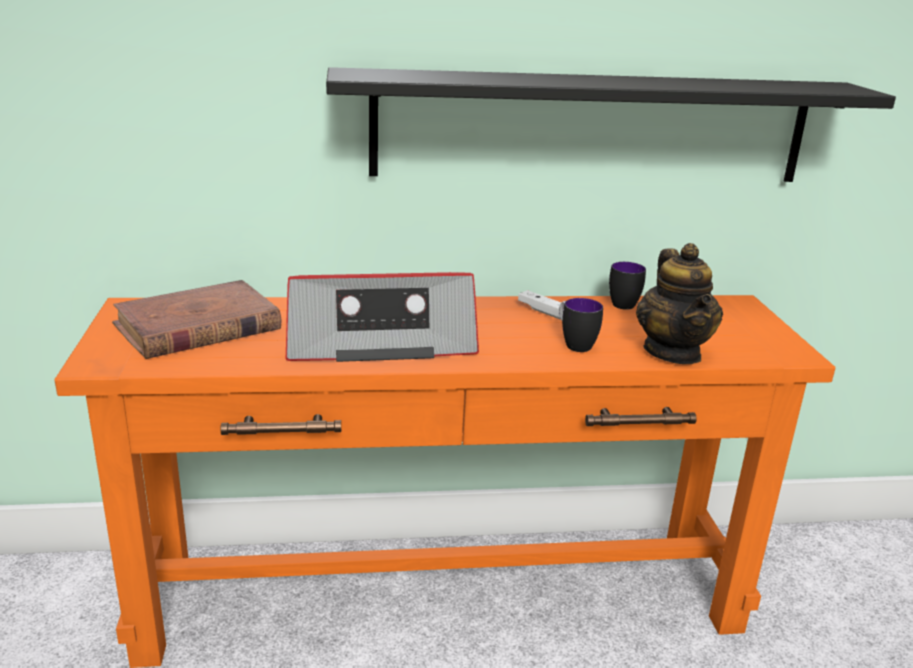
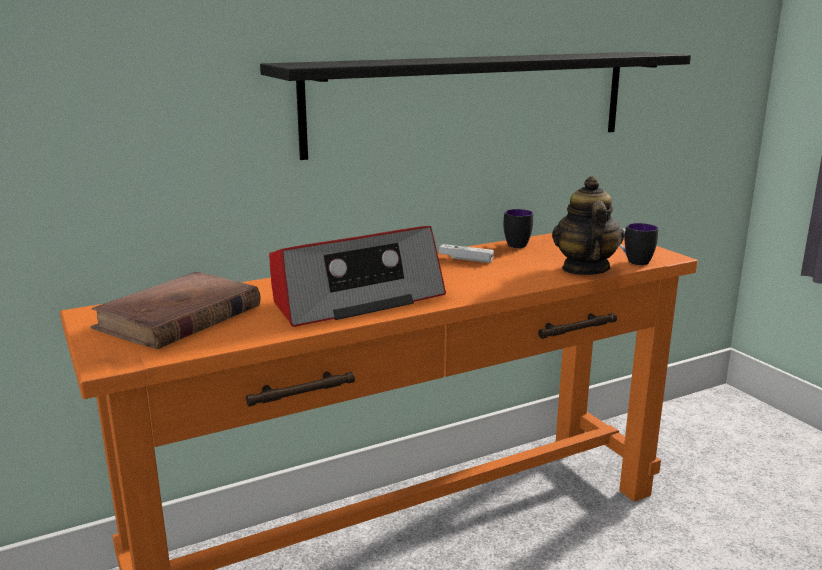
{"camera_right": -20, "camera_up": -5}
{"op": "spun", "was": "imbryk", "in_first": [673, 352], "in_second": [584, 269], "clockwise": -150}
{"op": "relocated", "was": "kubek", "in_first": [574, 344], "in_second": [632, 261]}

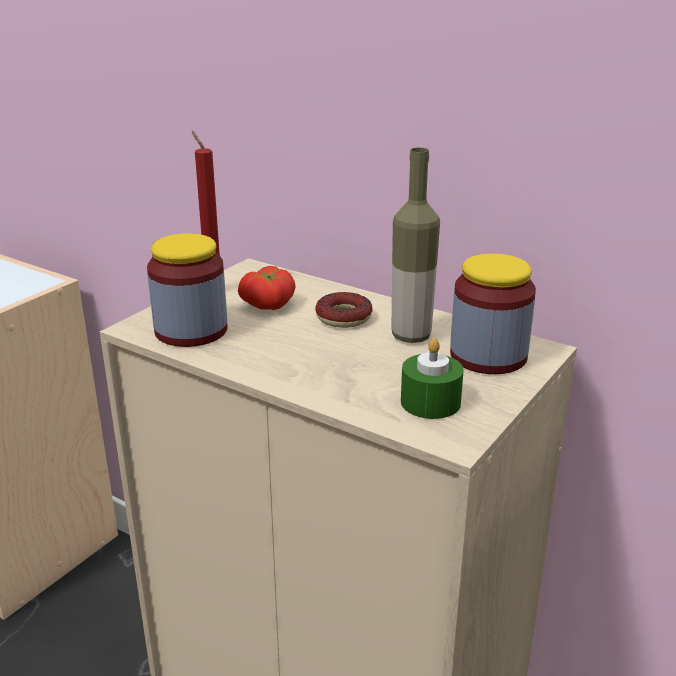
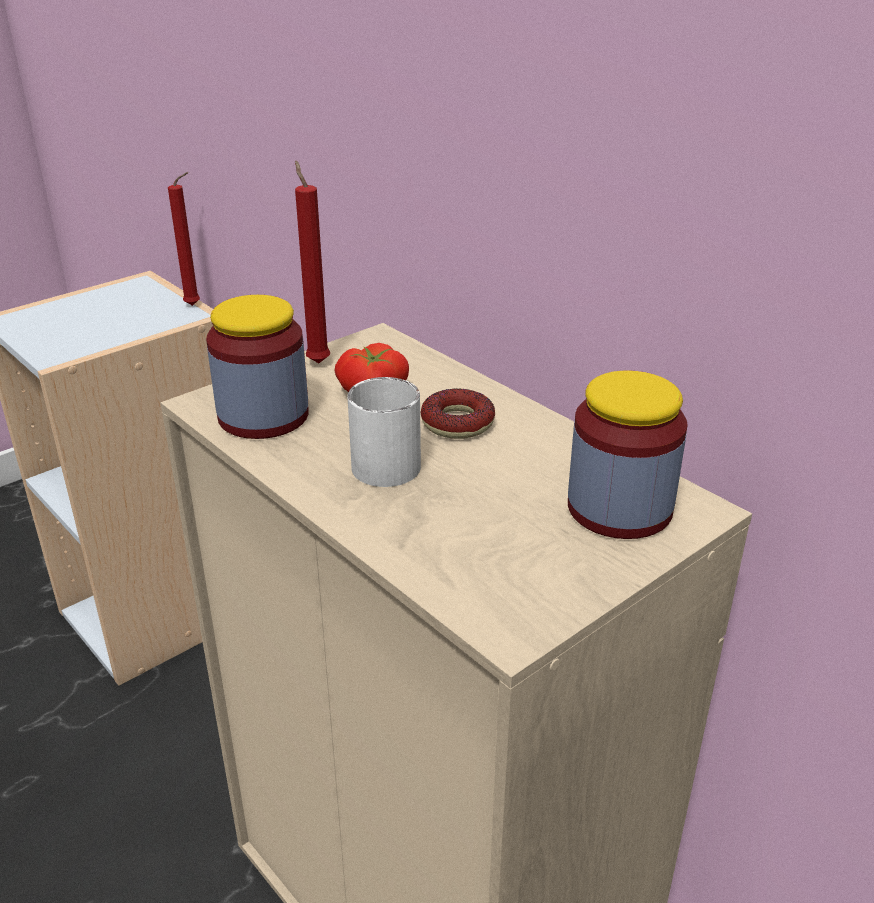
{"camera_right": 15, "camera_up": 5}
{"op": "missing", "was": "butelka", "in_first": [411, 336]}
{"op": "missing", "was": "świeca/zielony", "in_first": [430, 402]}
{"op": "appeared", "now": "świeca/czerwony", "in_second": [195, 305]}
{"op": "appeared", "now": "kubek/biały", "in_second": [381, 459]}

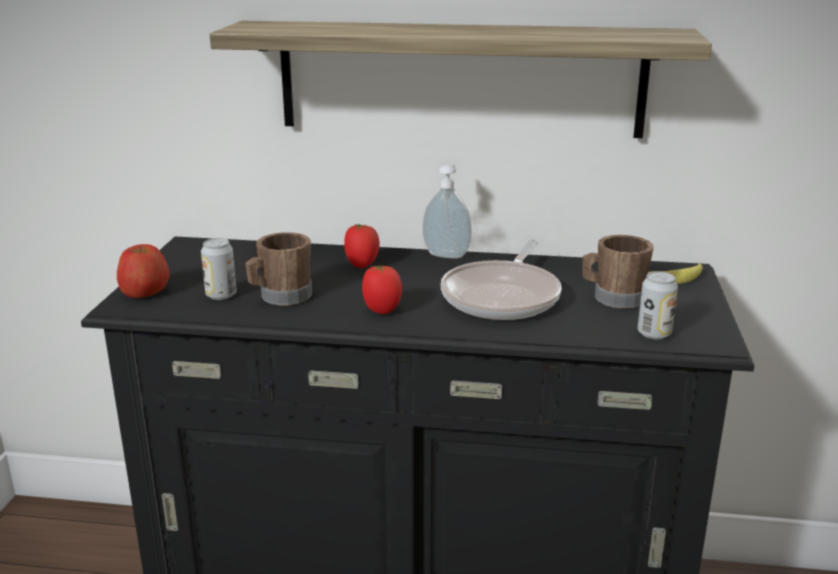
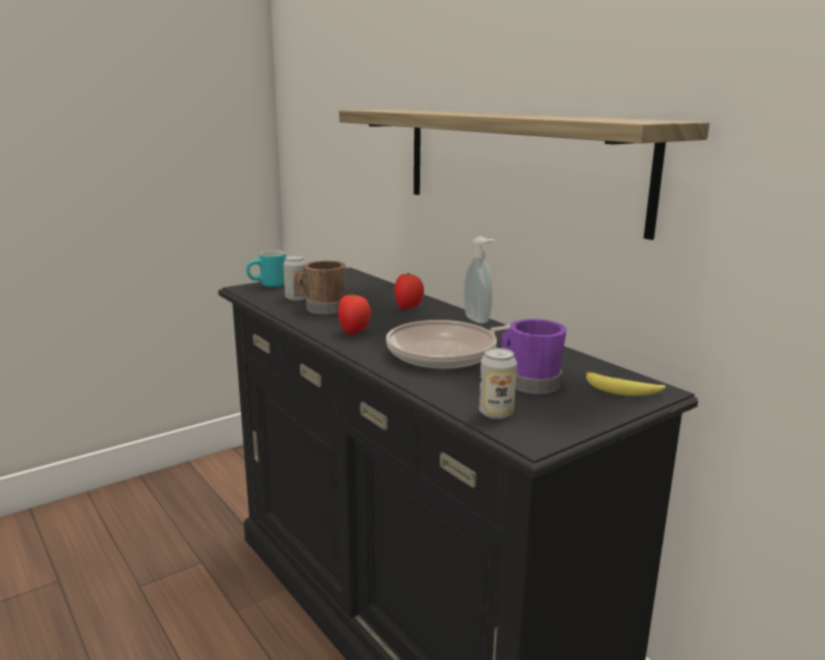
{"camera_right": 45, "camera_up": -5}
{"op": "colour", "was": "kubek/brązowy", "now": "kubek/fioletowy", "in_first": [613, 298], "in_second": [528, 382]}
{"op": "exchanged", "was": "jabłko", "now": "kubek/turkusowy", "in_first": [145, 292], "in_second": [268, 286]}

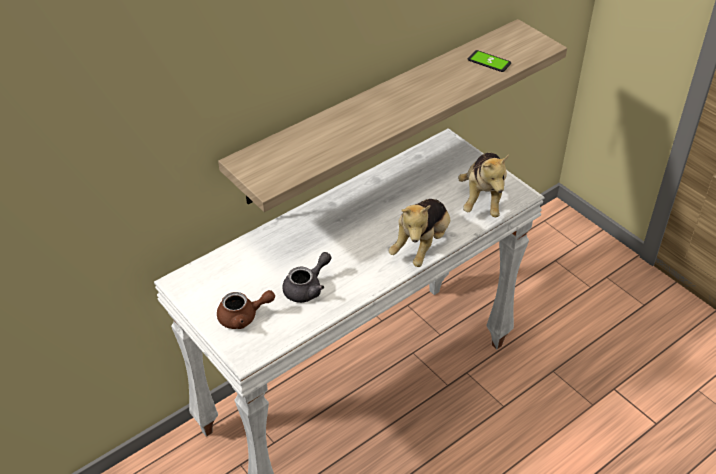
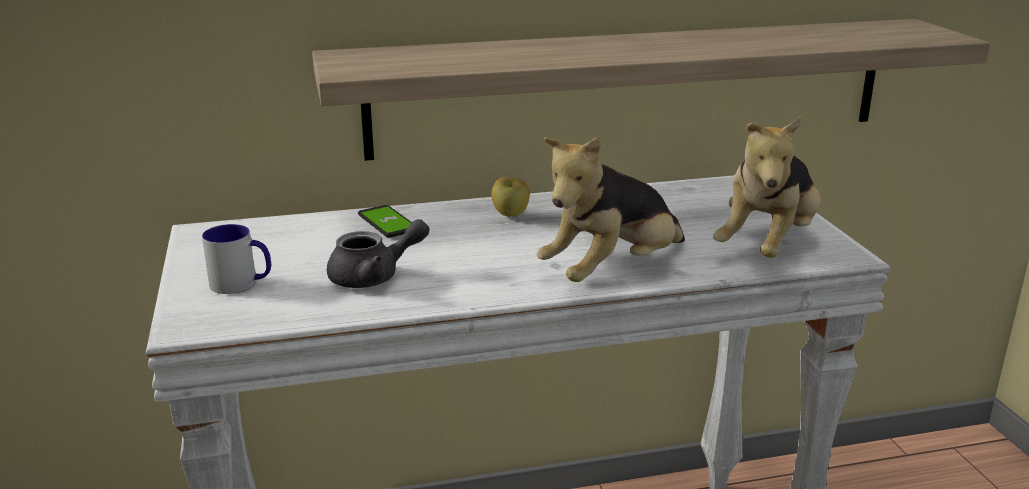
{"camera_right": 25, "camera_up": -20}
{"op": "relocated", "was": "telefon", "in_first": [489, 62], "in_second": [387, 223]}
{"op": "exchanged", "was": "imbryk/brązowy", "now": "kubek", "in_first": [243, 317], "in_second": [242, 284]}
{"op": "appeared", "now": "jabłko", "in_second": [510, 215]}

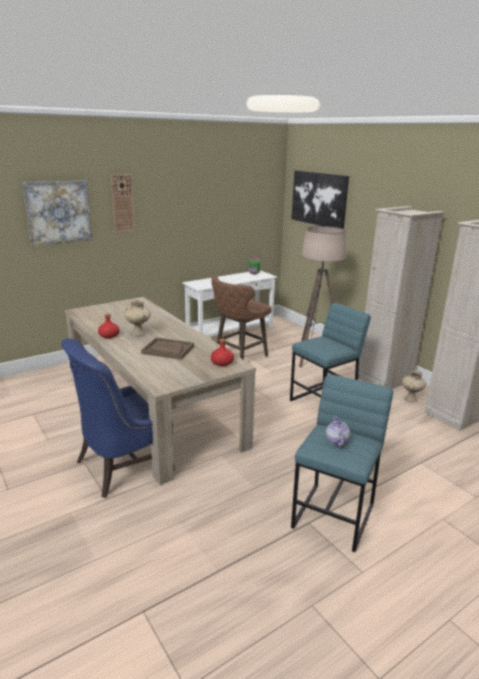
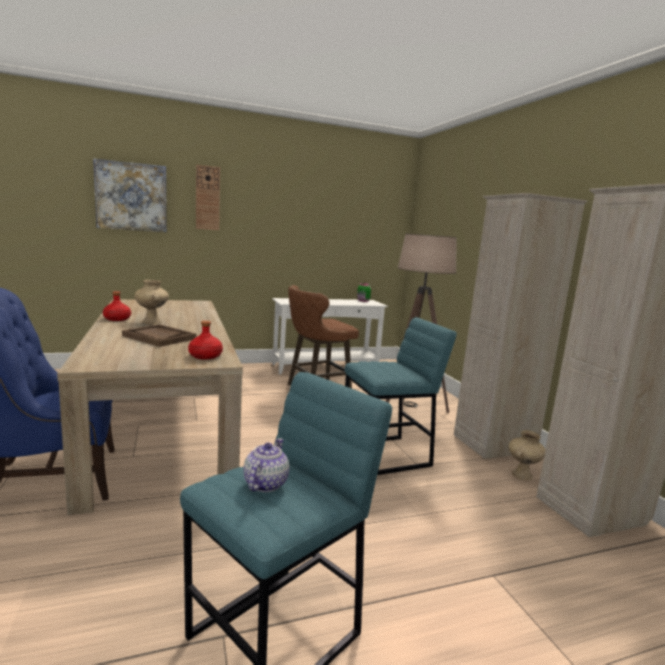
{"camera_right": 15, "camera_up": -10}
{"op": "missing", "was": "obraz", "in_first": [319, 199]}

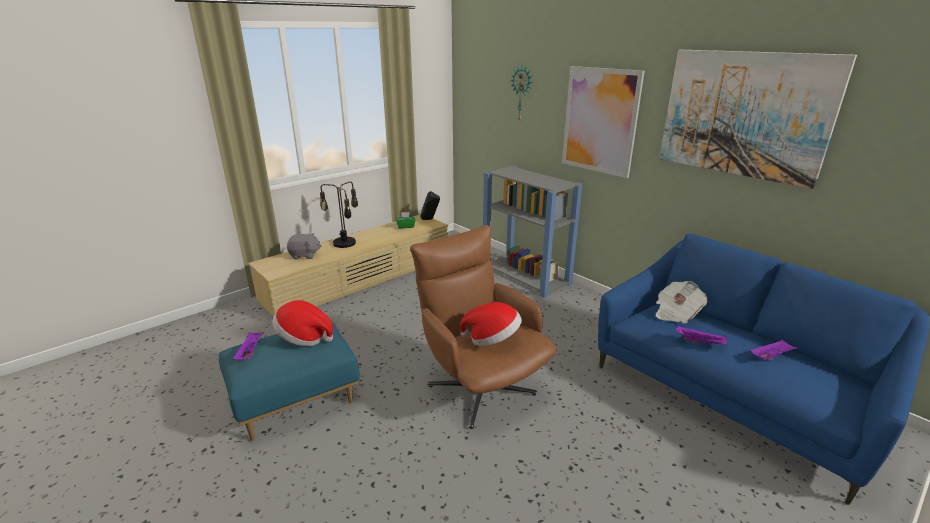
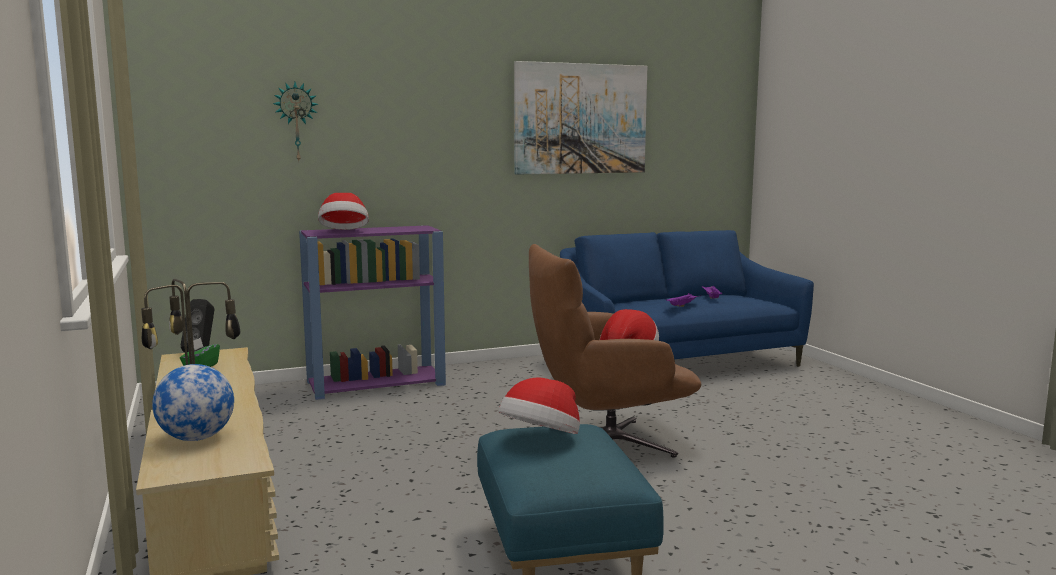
{"camera_right": -70, "camera_up": -15}
{"op": "missing", "was": "obraz", "in_first": [600, 121]}
{"op": "colour", "was": "regał/szary", "now": "regał/fioletowy", "in_first": [525, 276], "in_second": [377, 383]}
{"op": "exchanged", "was": "pluszak/szary", "now": "globus", "in_first": [305, 255], "in_second": [196, 438]}
{"op": "missing", "was": "gazeta", "in_first": [676, 313]}
{"op": "missing", "was": "taca/fioletowy", "in_first": [250, 352]}
{"op": "appeared", "now": "kapelusz", "in_second": [344, 232]}

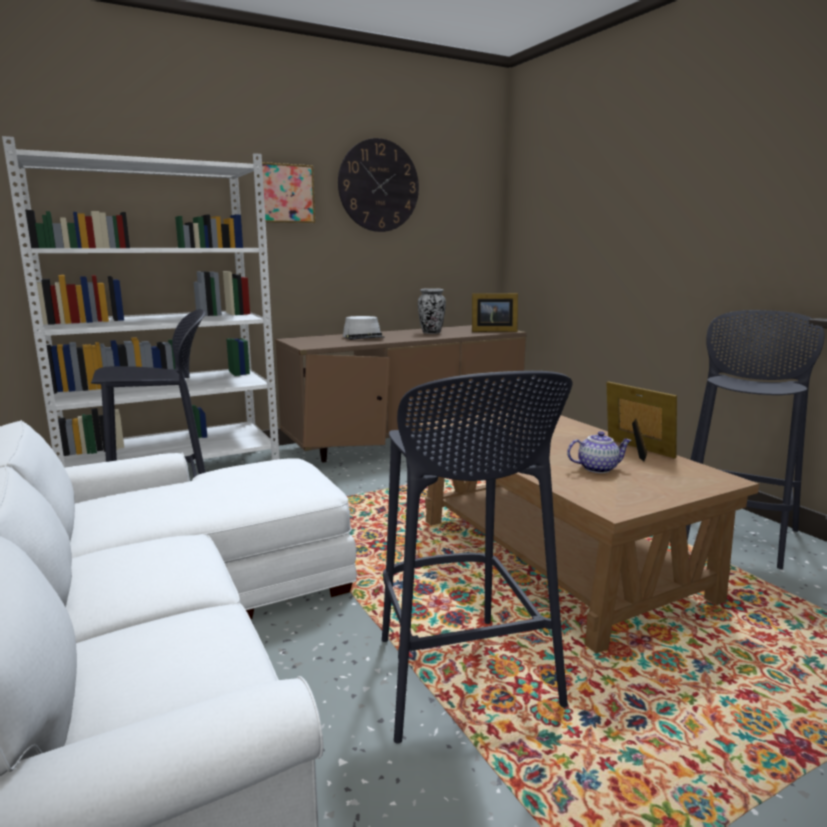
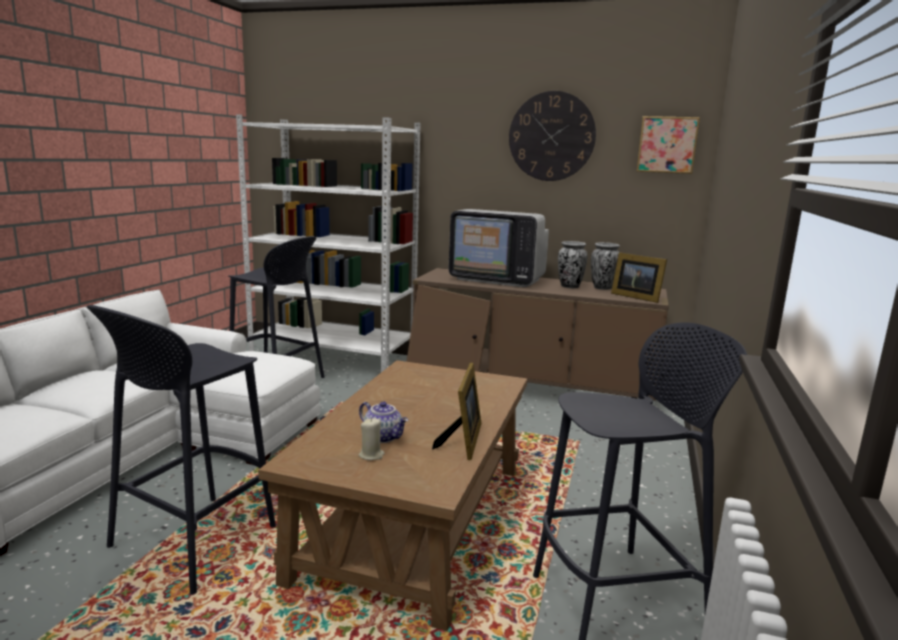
{"camera_right": 45, "camera_up": 0}
{"op": "relocated", "was": "obraz", "in_first": [285, 194], "in_second": [667, 145]}
{"op": "exchanged", "was": "kapelusz/szary", "now": "telewizor", "in_first": [364, 337], "in_second": [497, 279]}
{"op": "appeared", "now": "wazon", "in_second": [602, 288]}
{"op": "appeared", "now": "świeca/beżowy", "in_second": [371, 455]}

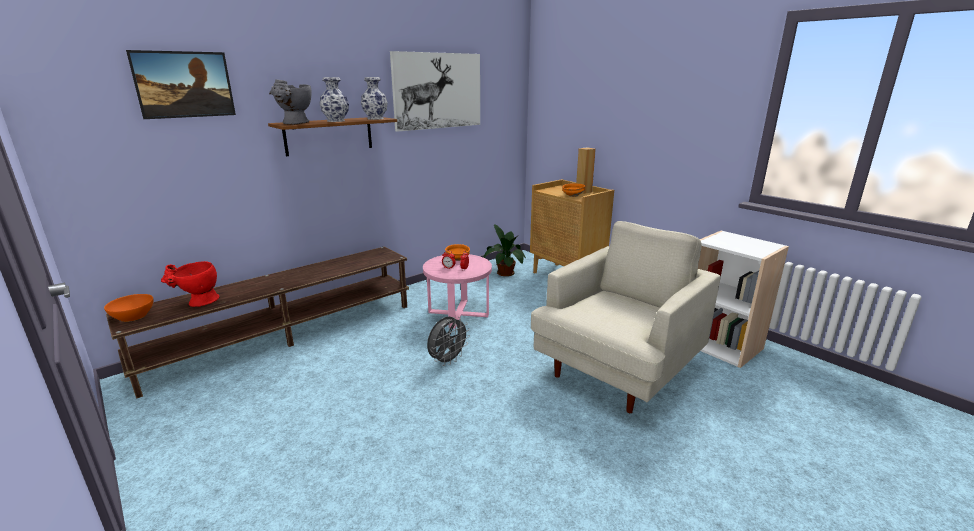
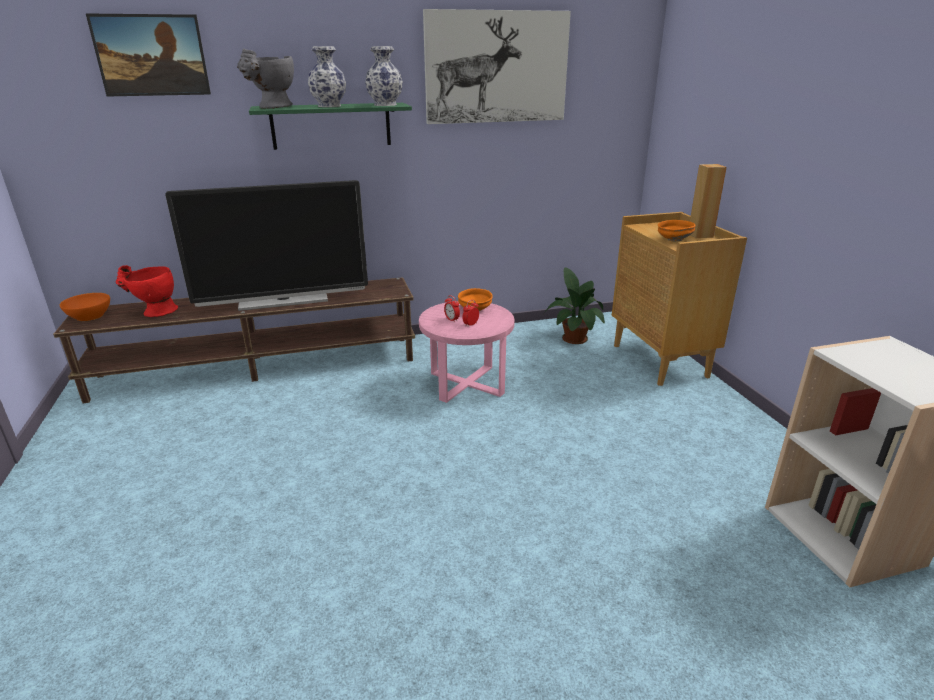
{"camera_right": 25, "camera_up": 5}
{"op": "colour", "was": "półka/brązowy", "now": "półka/zielony", "in_first": [329, 135], "in_second": [331, 126]}
{"op": "missing", "was": "fotel/beżowy", "in_first": [617, 373]}
{"op": "missing", "was": "wentylator/szary", "in_first": [448, 360]}
{"op": "appeared", "now": "telewizor", "in_second": [283, 301]}

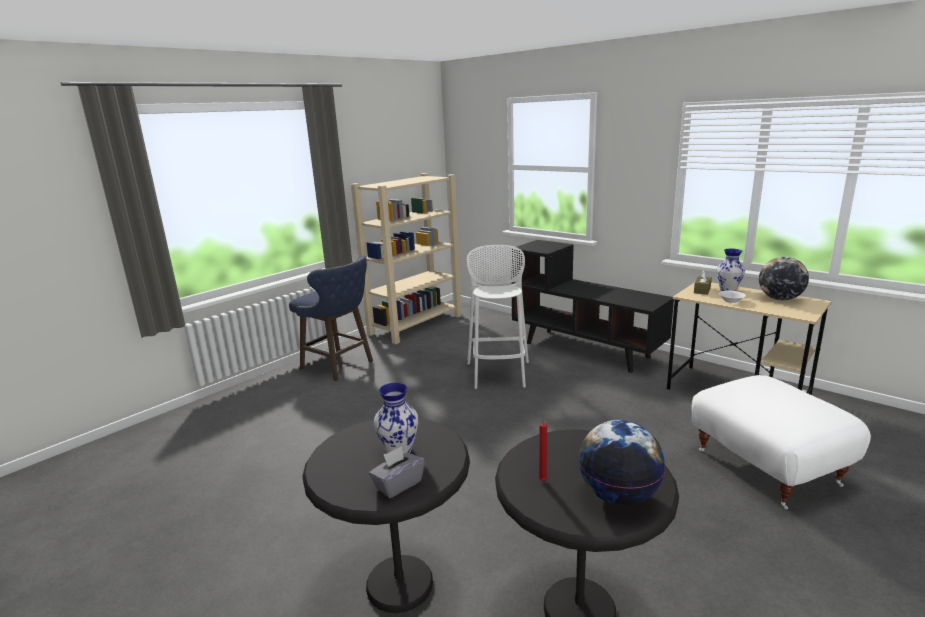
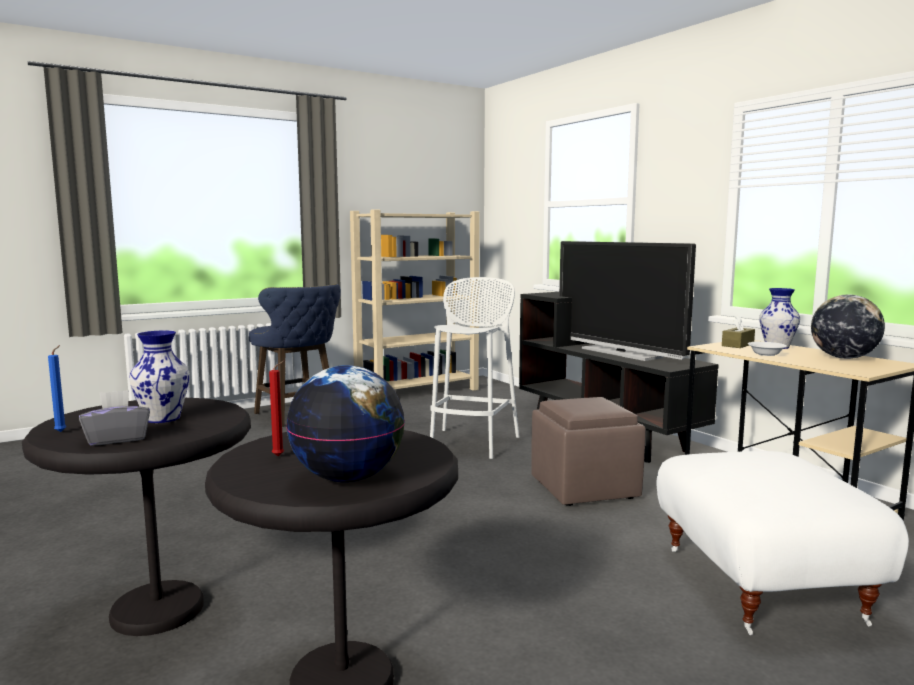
{"camera_right": 15, "camera_up": -10}
{"op": "appeared", "now": "telewizor", "in_second": [620, 353]}
{"op": "appeared", "now": "świeca/niebieski", "in_second": [62, 431]}
{"op": "appeared", "now": "pufa/brązowy", "in_second": [583, 488]}

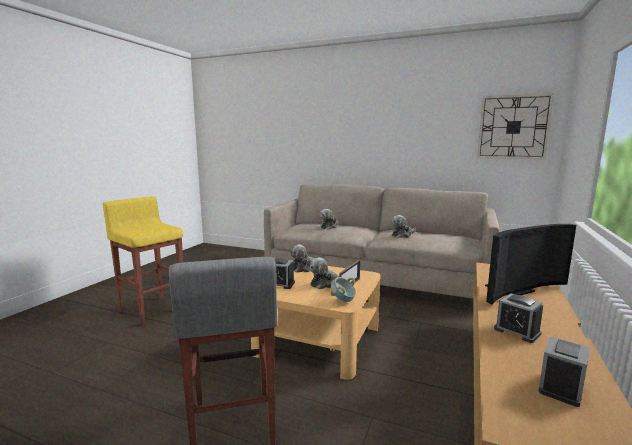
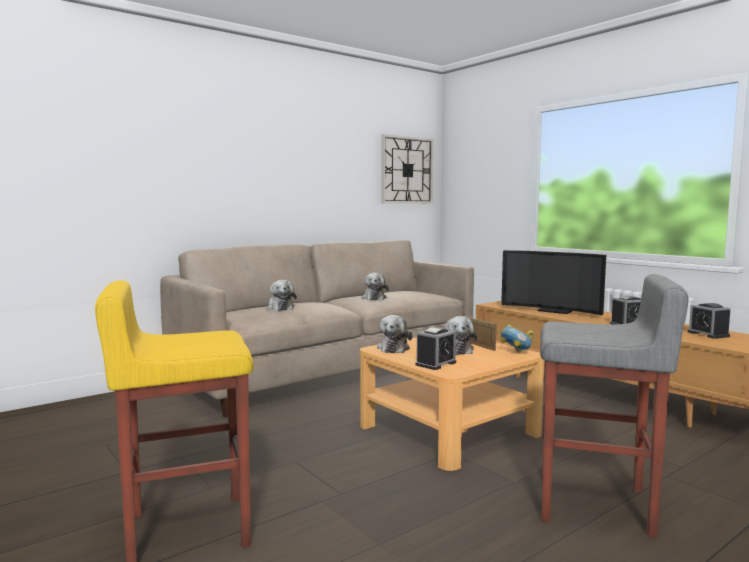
{"camera_right": -60, "camera_up": -5}
{"op": "spun", "was": "telewizor", "in_first": [514, 291], "in_second": [554, 311], "clockwise": 120}

